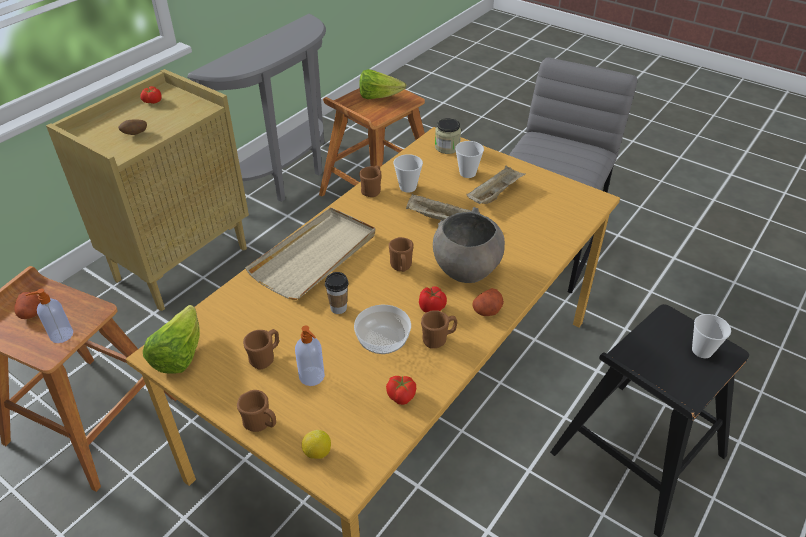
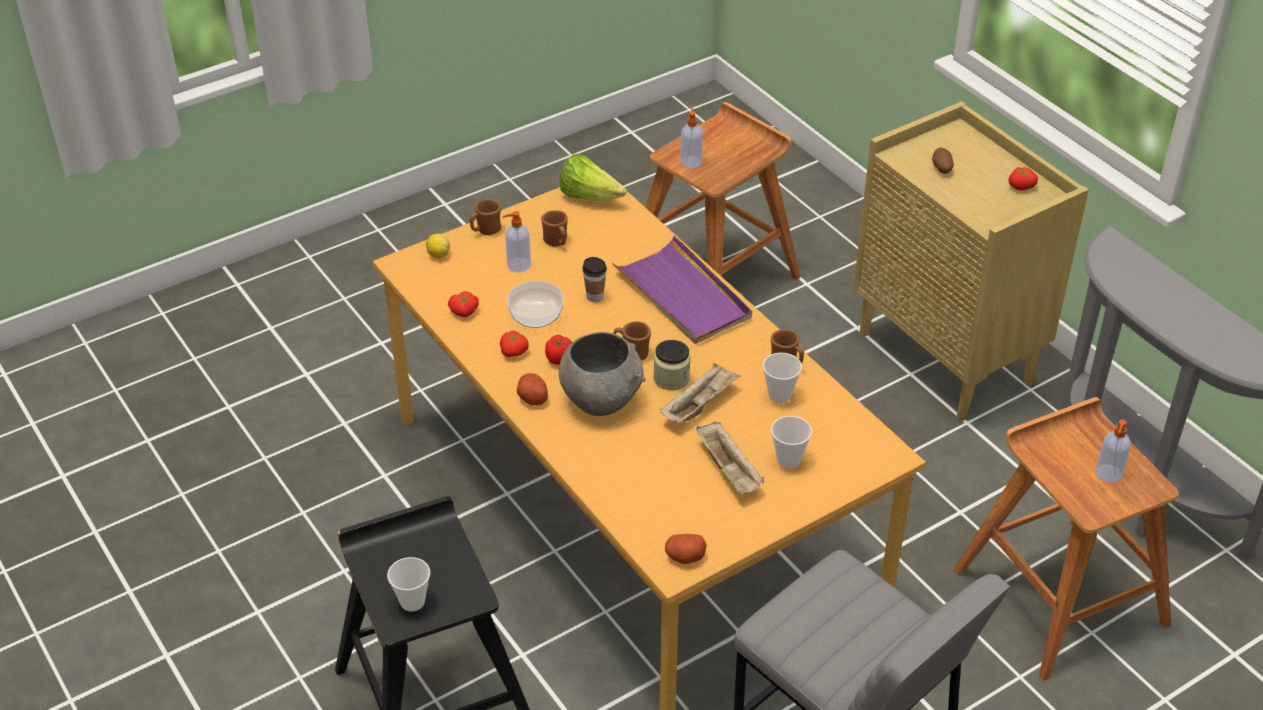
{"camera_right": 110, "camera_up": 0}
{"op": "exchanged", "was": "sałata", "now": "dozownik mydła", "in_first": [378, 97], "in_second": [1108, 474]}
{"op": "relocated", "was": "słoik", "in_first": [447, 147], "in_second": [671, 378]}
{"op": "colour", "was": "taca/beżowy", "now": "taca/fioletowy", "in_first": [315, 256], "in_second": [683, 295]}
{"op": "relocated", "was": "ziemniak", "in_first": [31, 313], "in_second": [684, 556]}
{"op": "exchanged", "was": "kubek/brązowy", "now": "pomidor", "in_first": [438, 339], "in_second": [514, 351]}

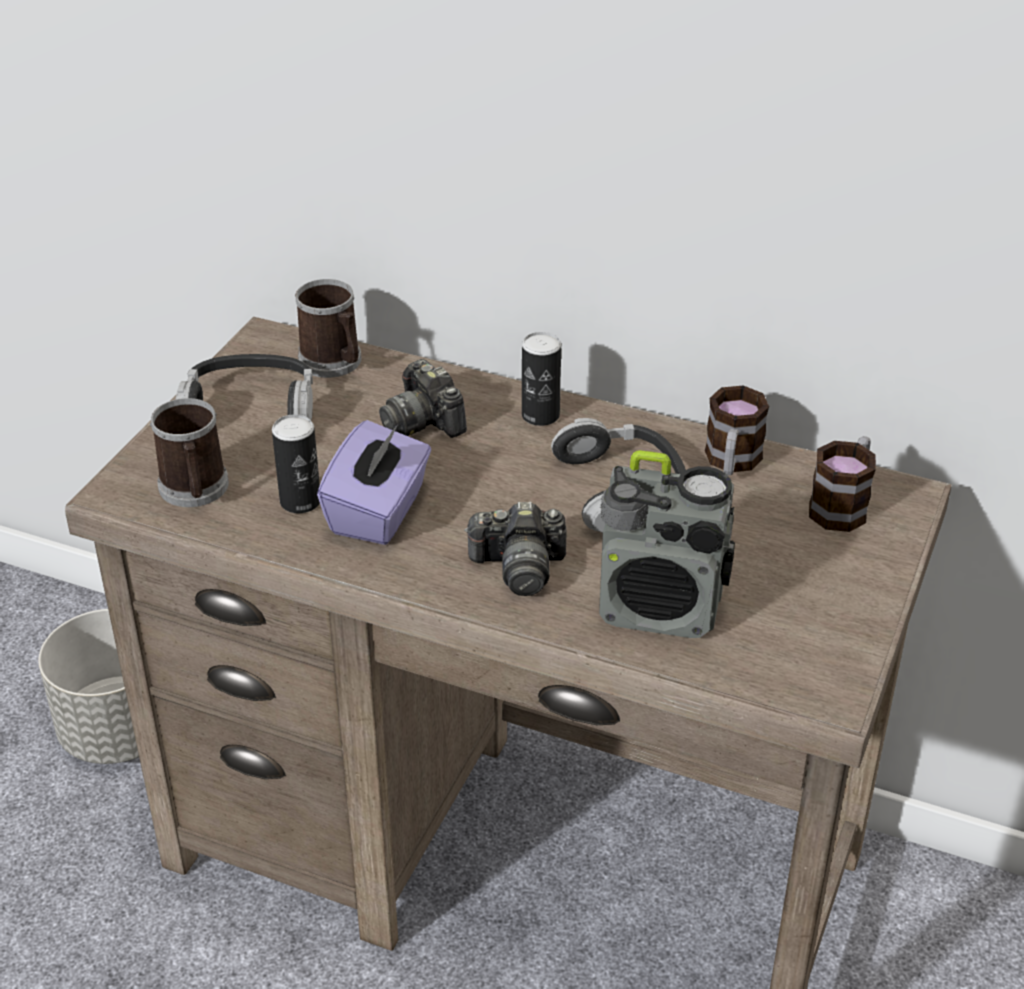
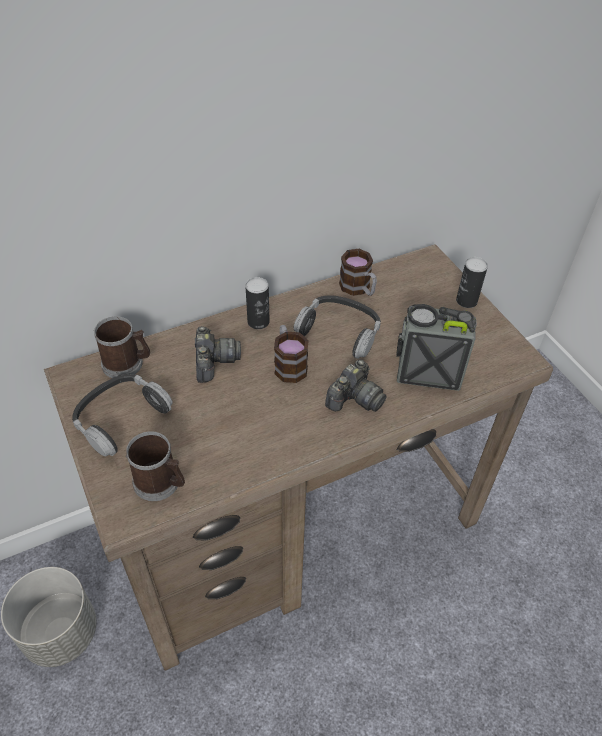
{"camera_right": -50, "camera_up": 10}
{"op": "spun", "was": "aparat fotograficzny", "in_first": [423, 421], "in_second": [214, 362], "clockwise": -105}
{"op": "relocated", "was": "puszka", "in_first": [300, 501], "in_second": [466, 301]}
{"op": "missing", "was": "pudełko chusteczek/fioletowy", "in_first": [379, 512]}
{"op": "relocated", "was": "kubek", "in_first": [843, 505], "in_second": [288, 364]}
{"op": "spun", "was": "radio", "in_first": [661, 609], "in_second": [427, 372], "clockwise": -135}

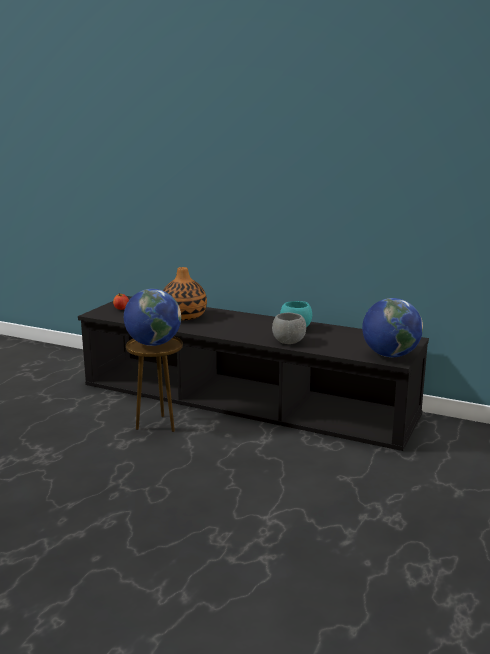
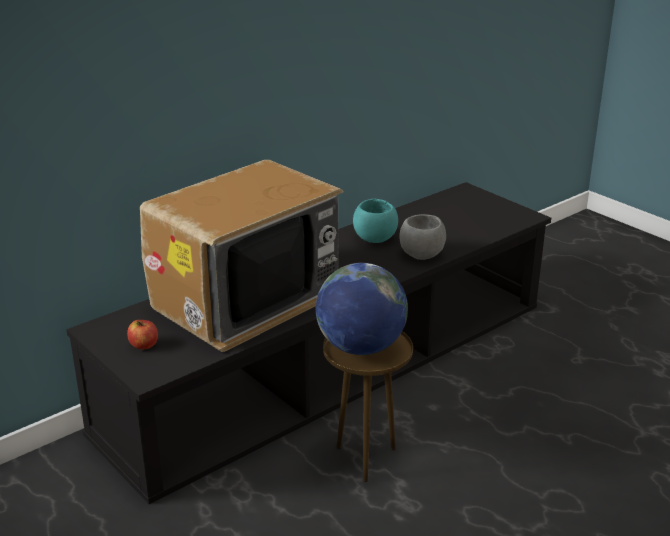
{"camera_right": -65, "camera_up": 10}
{"op": "exchanged", "was": "wazon", "now": "telewizor", "in_first": [184, 316], "in_second": [246, 300]}
{"op": "missing", "was": "globus", "in_first": [390, 355]}

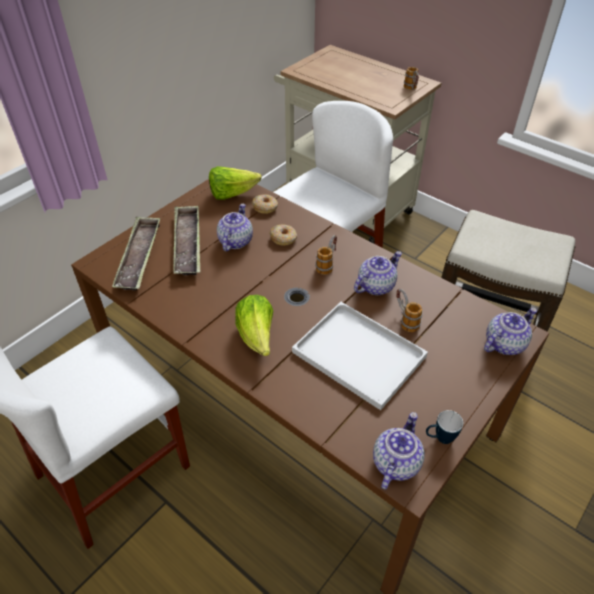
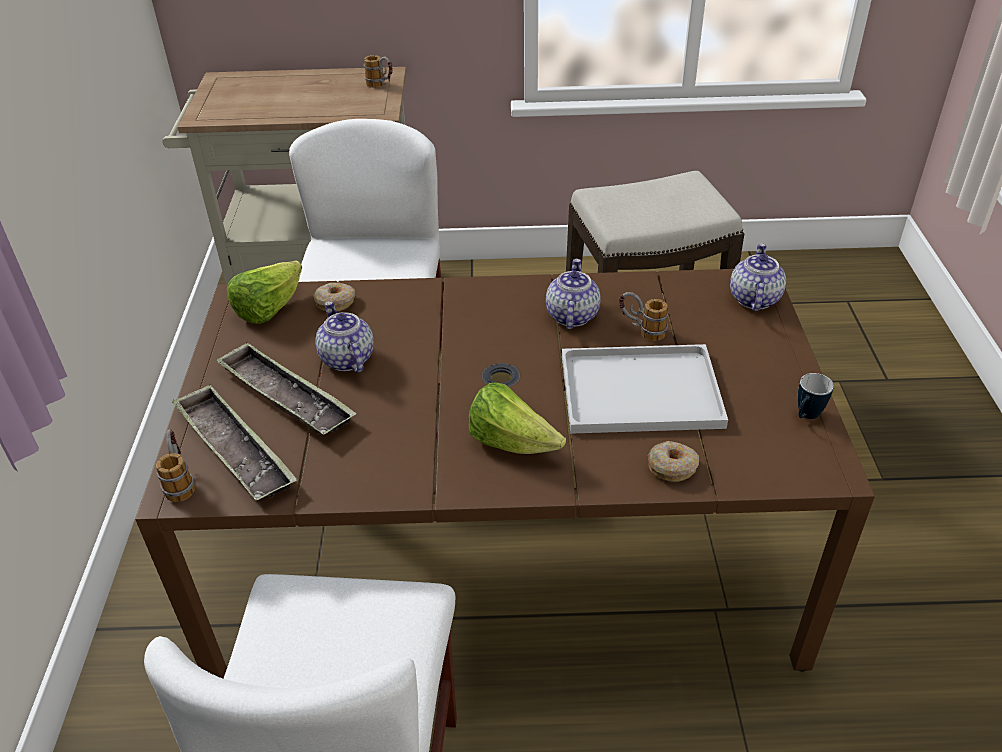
{"camera_right": -40, "camera_up": -5}
{"op": "relocated", "was": "donut", "in_first": [283, 238], "in_second": [672, 467]}
{"op": "relocated", "was": "kubek", "in_first": [327, 264], "in_second": [180, 481]}
{"op": "missing", "was": "imbryk", "in_first": [395, 462]}

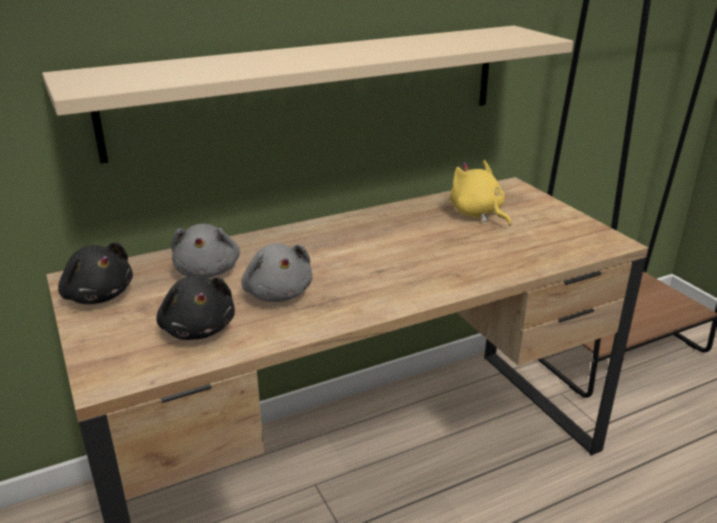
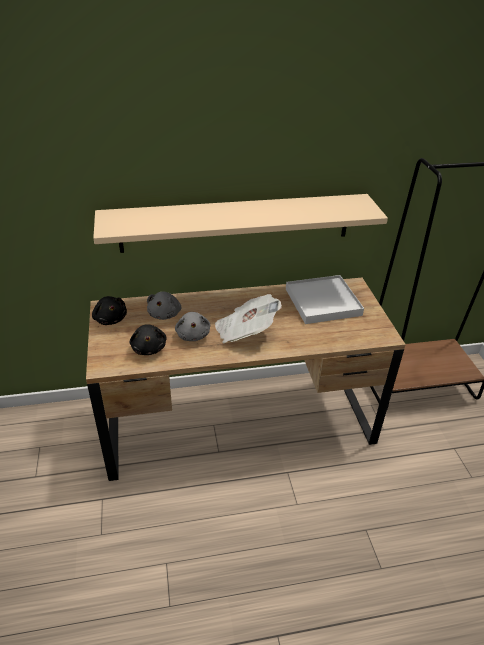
{"camera_right": 15, "camera_up": 10}
{"op": "exchanged", "was": "pluszak/żółty", "now": "taca/biały", "in_first": [477, 214], "in_second": [322, 302]}
{"op": "appeared", "now": "gazeta", "in_second": [245, 331]}

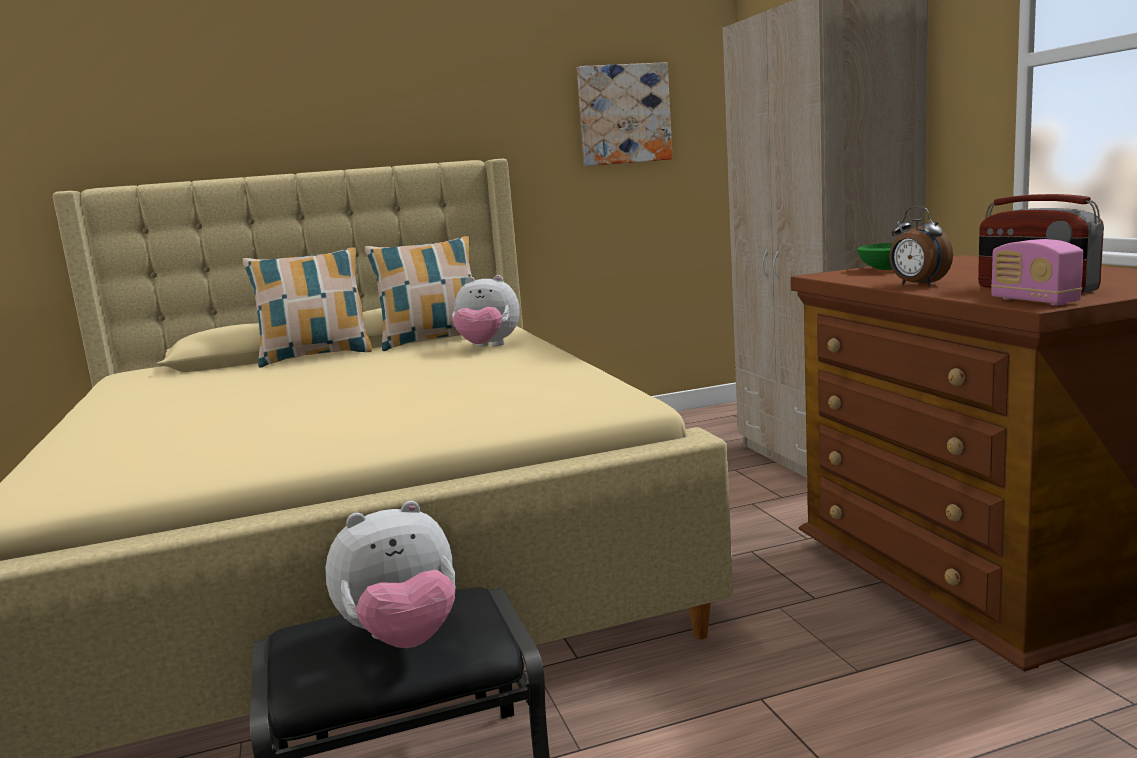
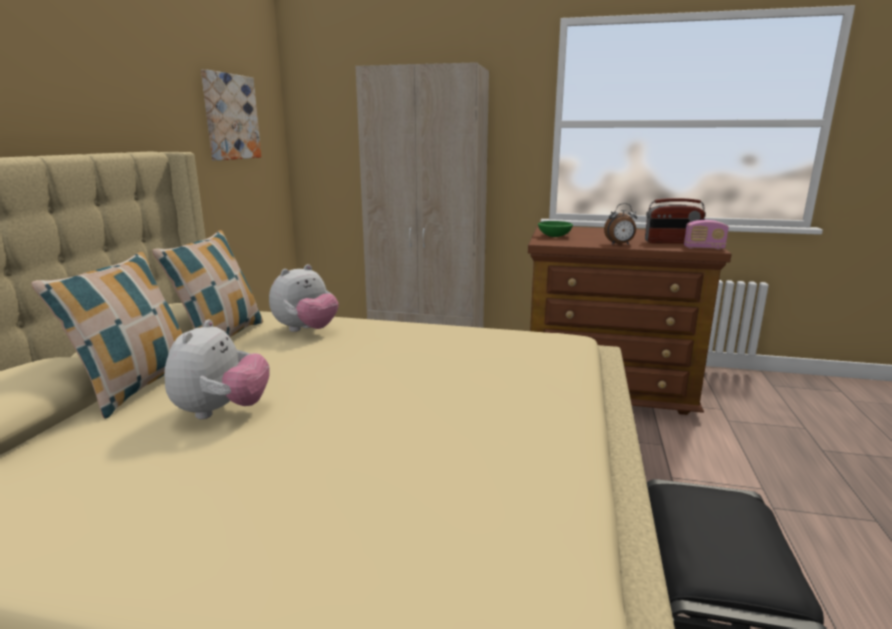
{"camera_right": -60, "camera_up": 5}
{"op": "relocated", "was": "pluszak", "in_first": [403, 638], "in_second": [222, 411]}

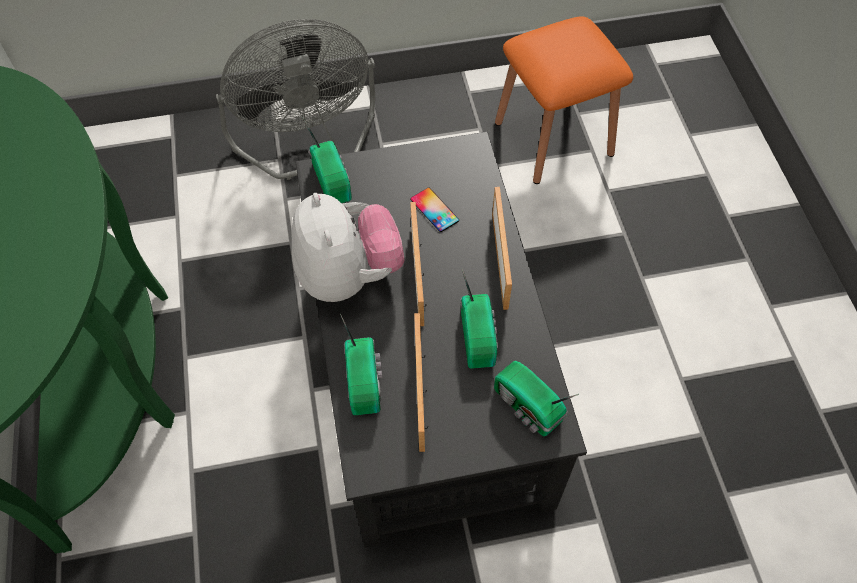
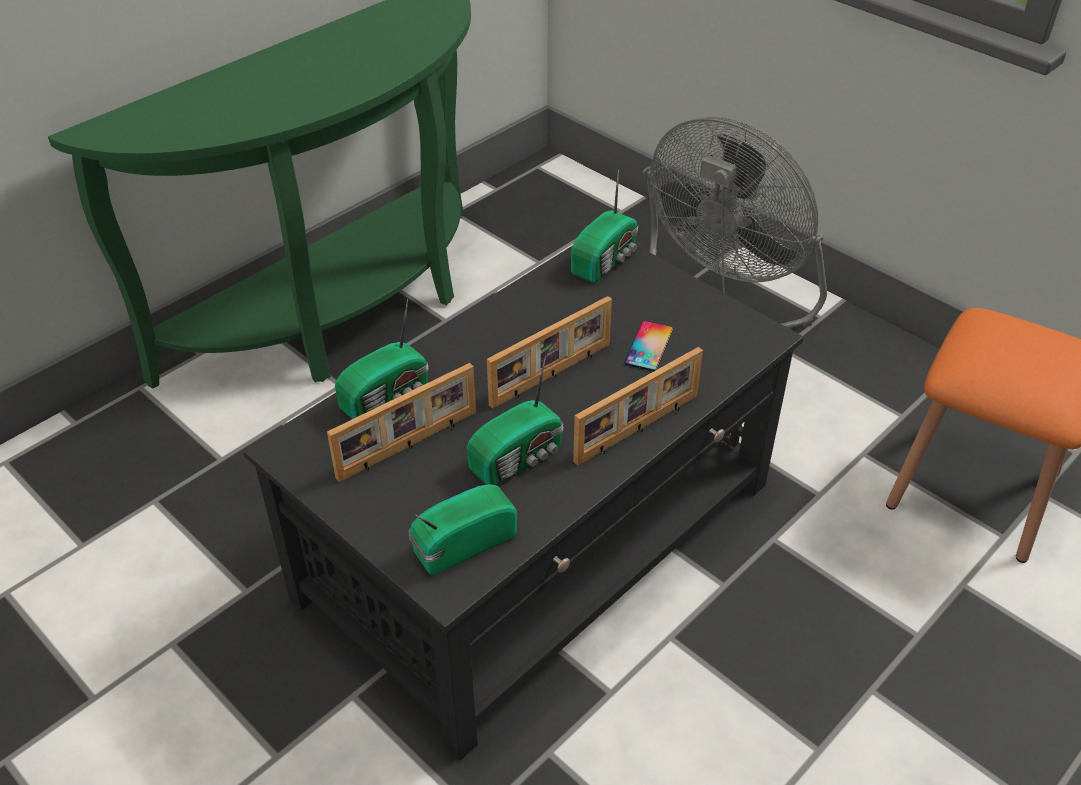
{"camera_right": 55, "camera_up": -15}
{"op": "missing", "was": "pluszak", "in_first": [348, 275]}
{"op": "spun", "was": "radio", "in_first": [528, 408], "in_second": [461, 543], "clockwise": 45}

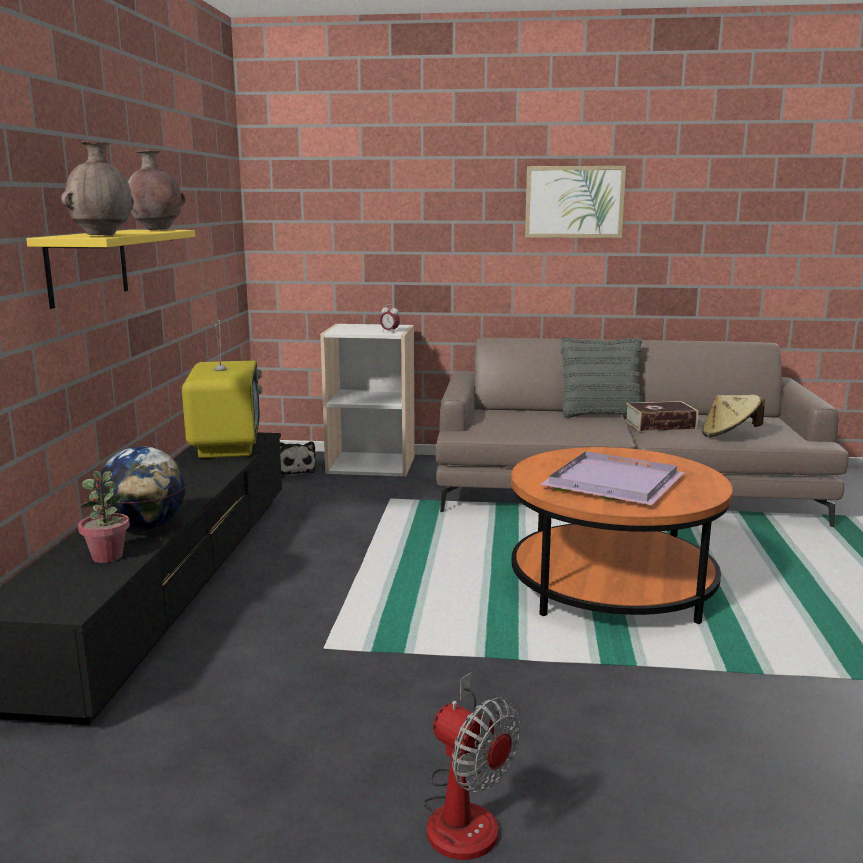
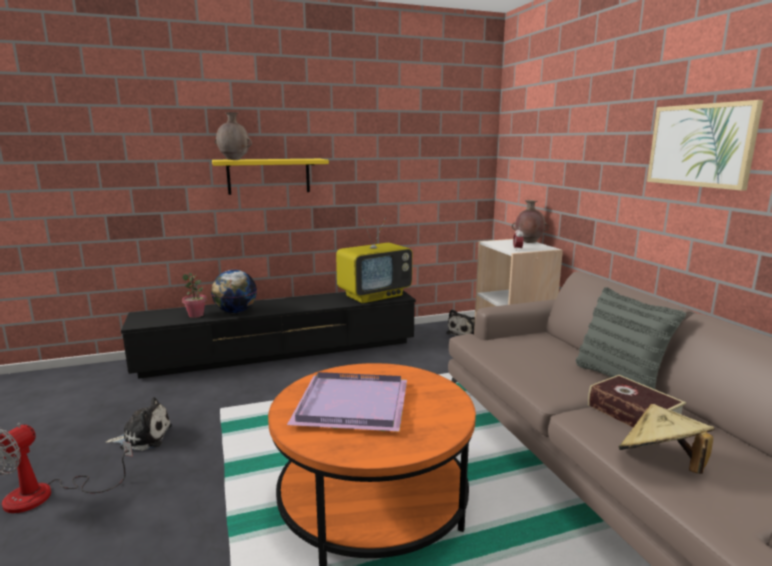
{"camera_right": 65, "camera_up": 0}
{"op": "relocated", "was": "wazon/brązowy", "in_first": [156, 230], "in_second": [528, 242]}
{"op": "appeared", "now": "pluszak", "in_second": [143, 437]}

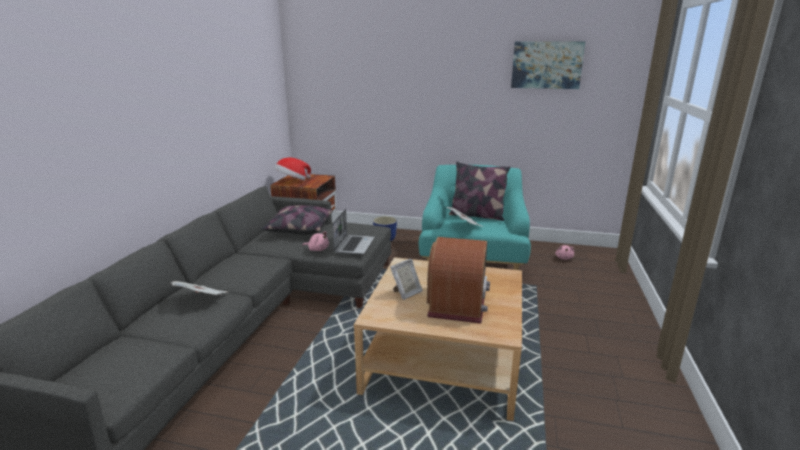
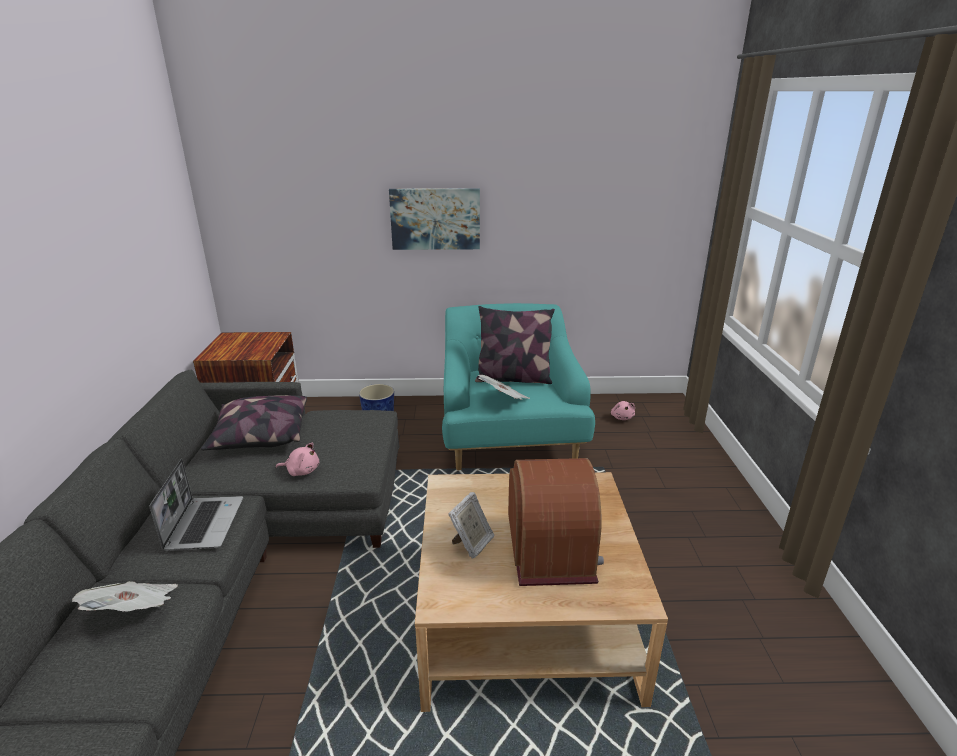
{"camera_right": -15, "camera_up": 5}
{"op": "relocated", "was": "obraz", "in_first": [546, 65], "in_second": [435, 219]}
{"op": "missing", "was": "kapelusz", "in_first": [292, 181]}
{"op": "relocated", "was": "laptop", "in_first": [354, 245], "in_second": [204, 523]}

